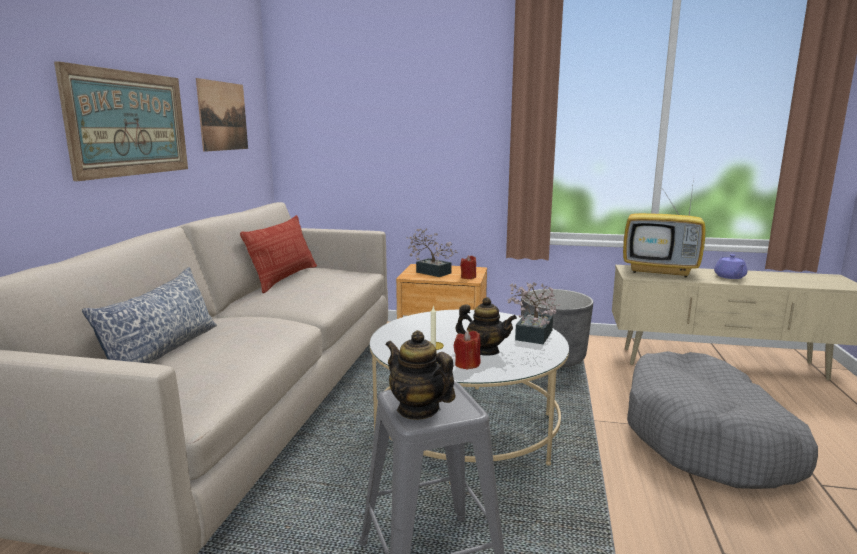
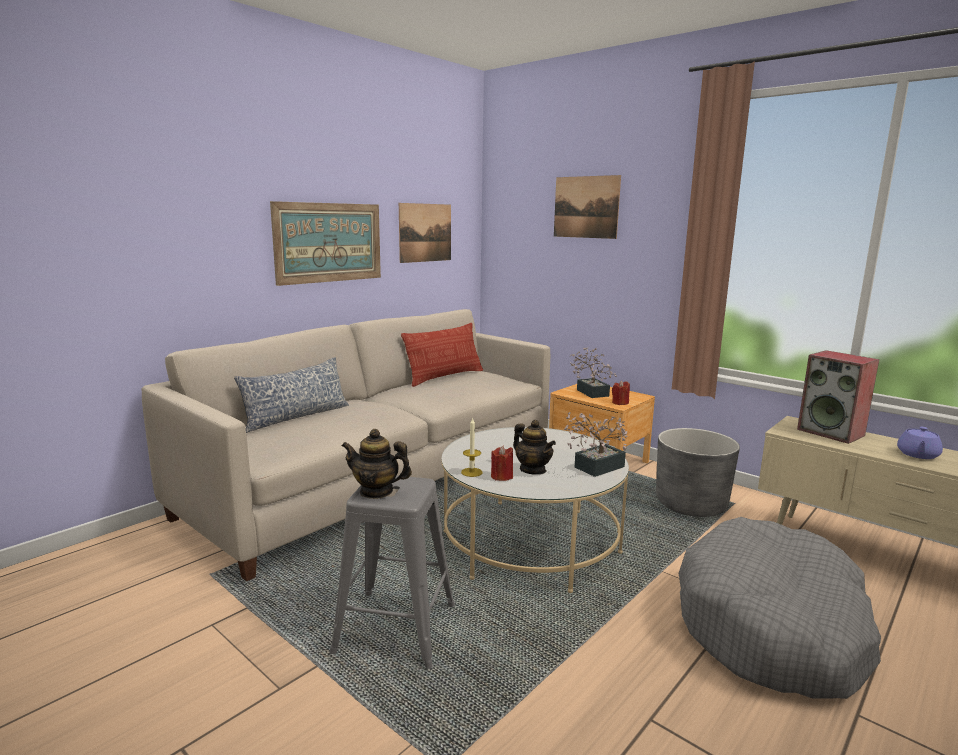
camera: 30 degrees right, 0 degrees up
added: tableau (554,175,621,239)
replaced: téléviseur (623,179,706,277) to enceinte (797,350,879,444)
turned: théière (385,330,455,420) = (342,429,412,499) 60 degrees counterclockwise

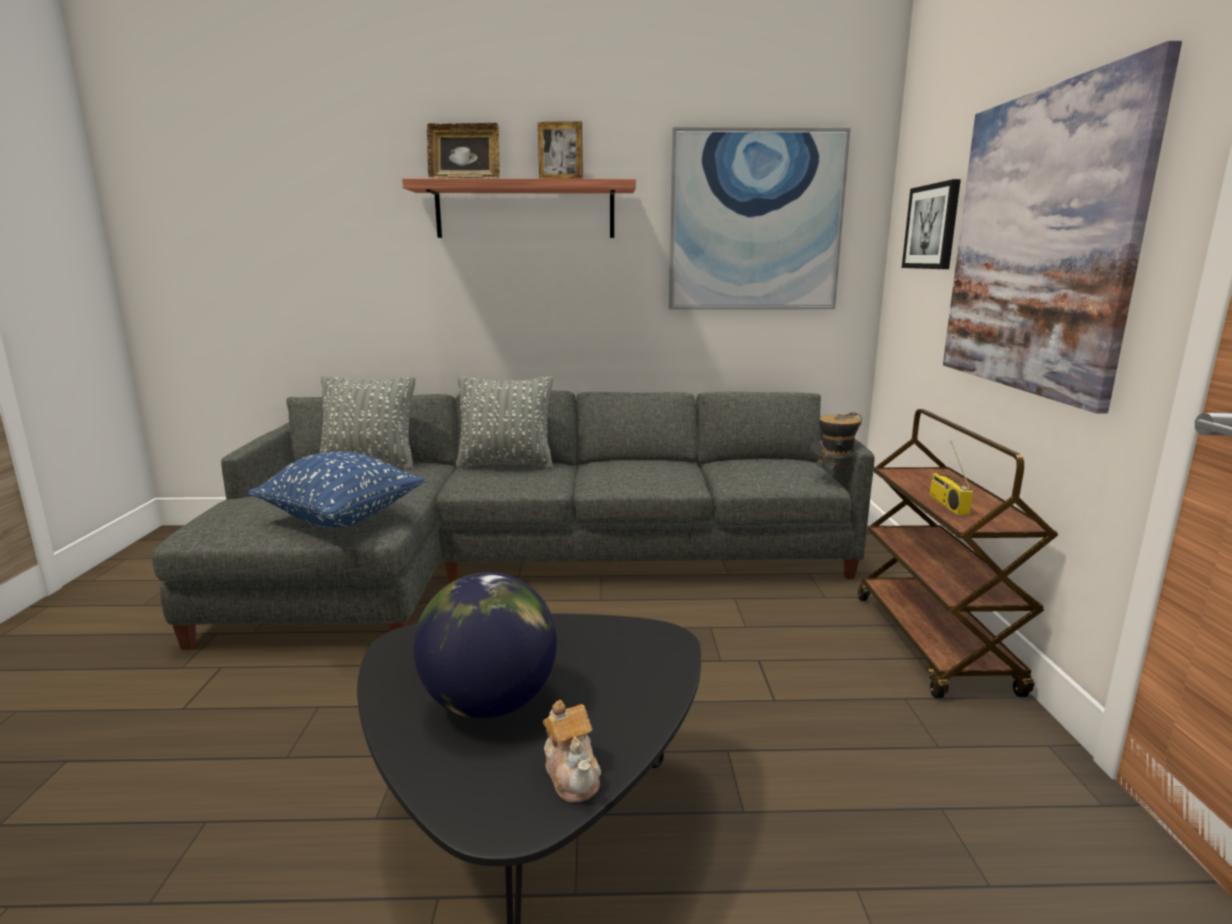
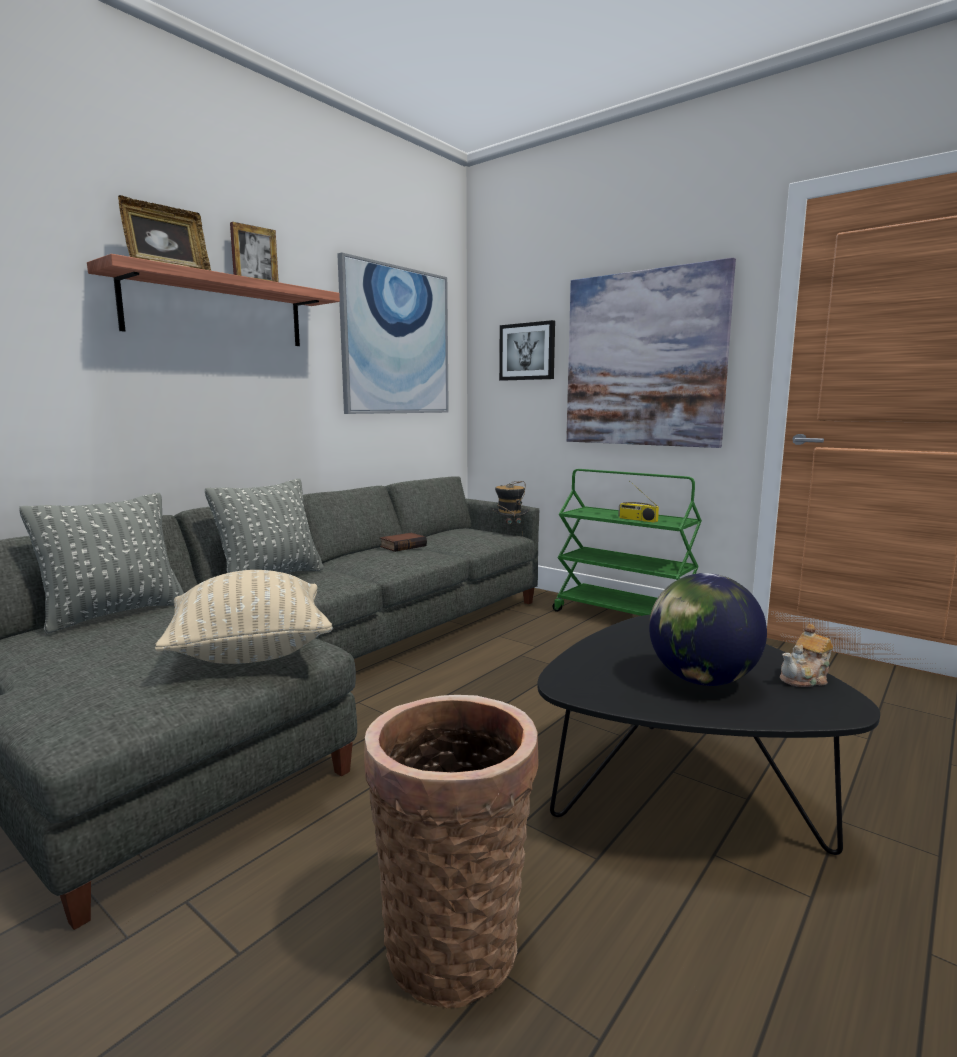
camera: 50 degrees left, 5 degrees down
added: panier (364,695,538,1008); livre (380,533,427,552)
recoloured: coussin/bleu (248,451,425,528) to coussin/beige (155,570,333,664); chariot/marron (858,409,1058,698) to chariot/vert (553,469,702,616)
turned: théière (543,700,601,803) = (780,624,833,687) 135 degrees clockwise

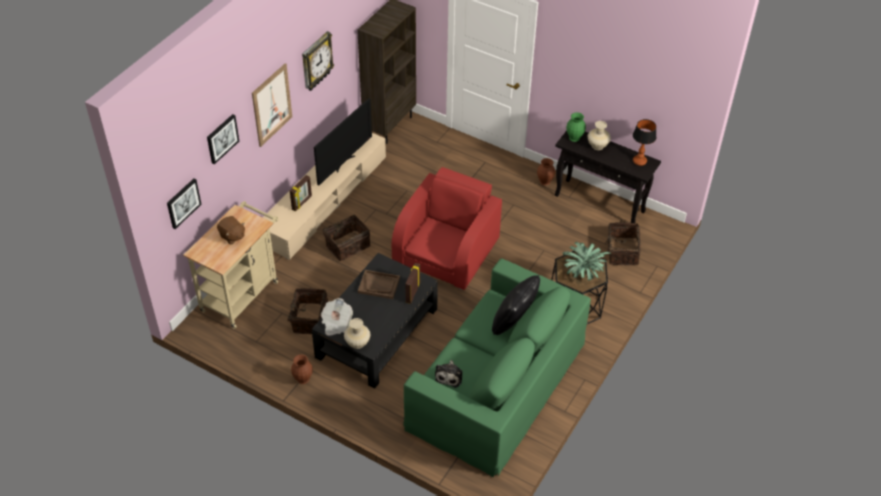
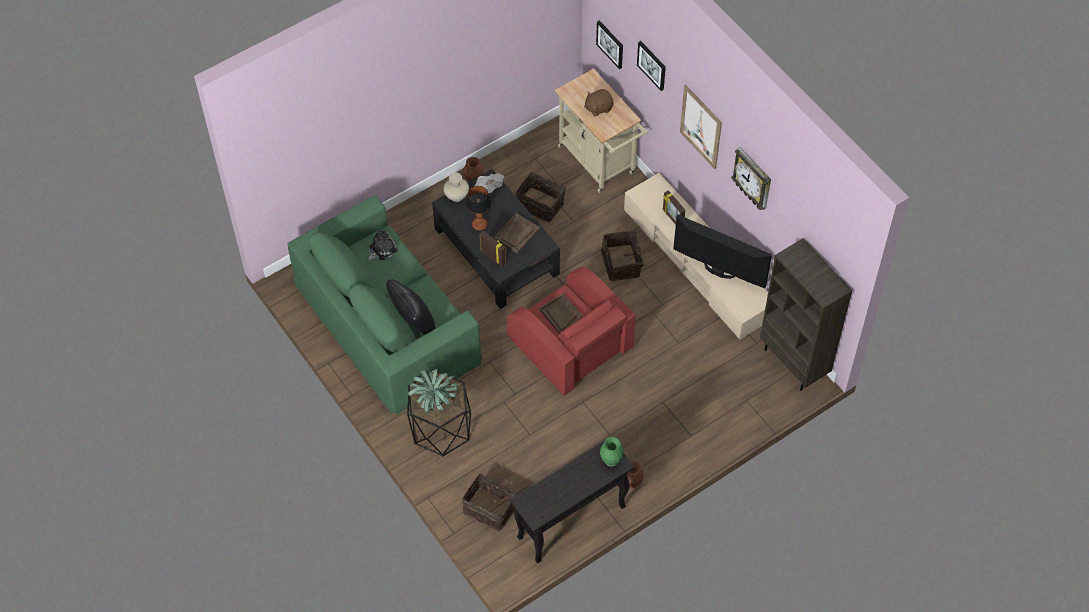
camera: 115 degrees right, 10 degrees up
removed: vase/beige (587,121,611,150)
added: plateau/marron (539,294,583,334)
moved: lampe de table (633,119,656,166) to (466,186,491,230)
turned: peluche (435,360,462,388) = (368,229,398,261) 105 degrees clockwise; téléviseur (314,98,372,186) = (673,215,772,288) 150 degrees clockwise

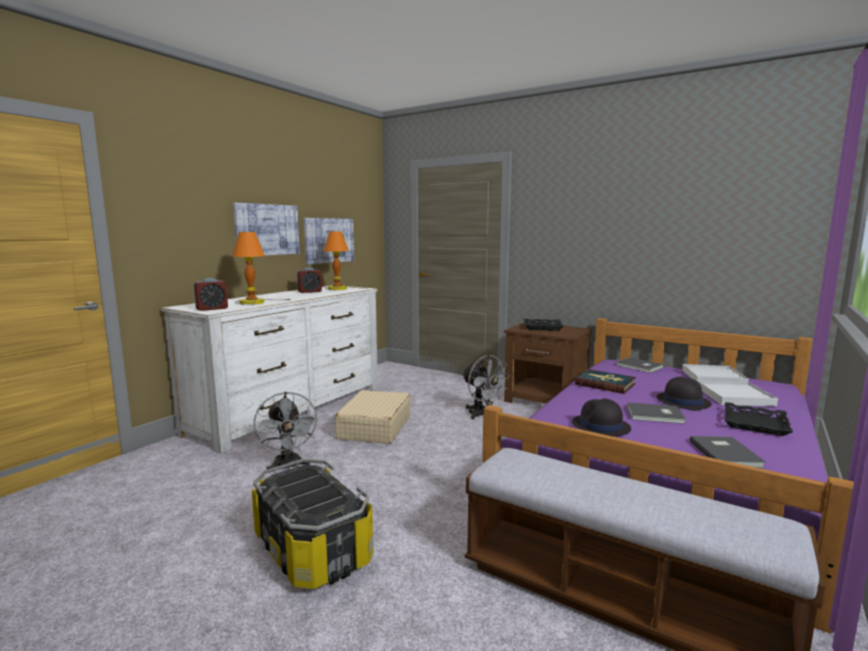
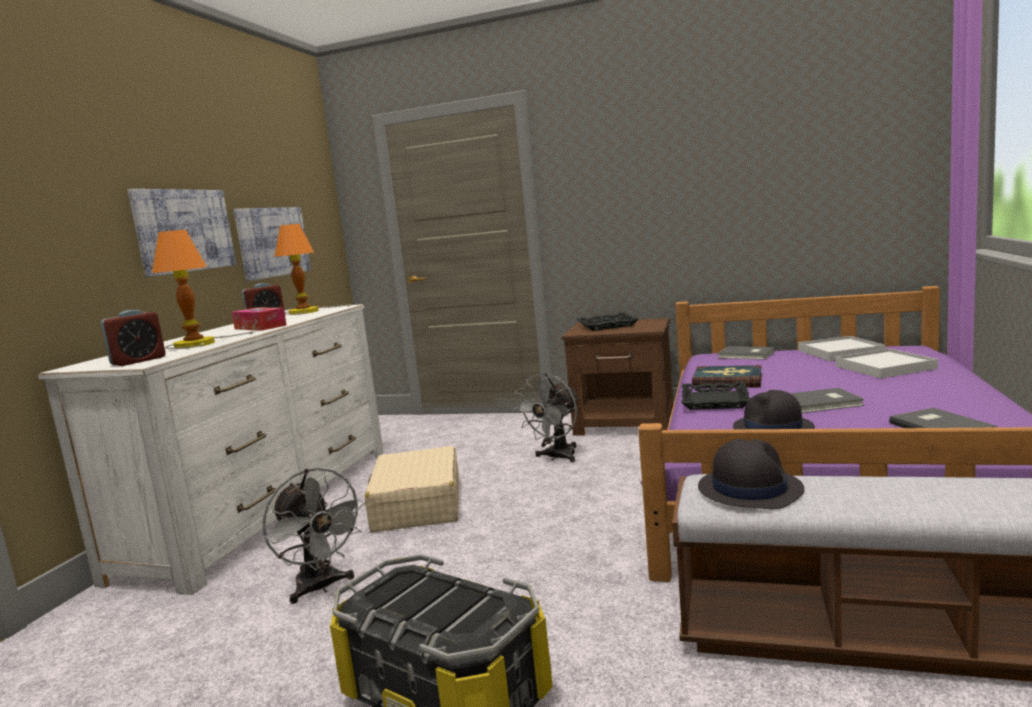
camera: 15 degrees left, 0 degrees up
added: boîte à mouchoirs (232,308,287,331)
moved: plateau/noir (725,402,793,436) to (681,381,750,410); chapeau/noir (656,377,712,411) to (698,439,805,509)
turned: ventilateur/gris (462,355,509,419) = (513,373,580,462) 90 degrees clockwise

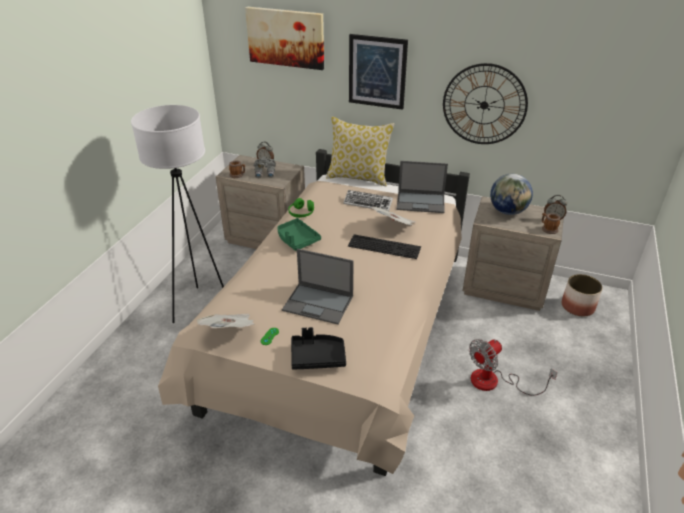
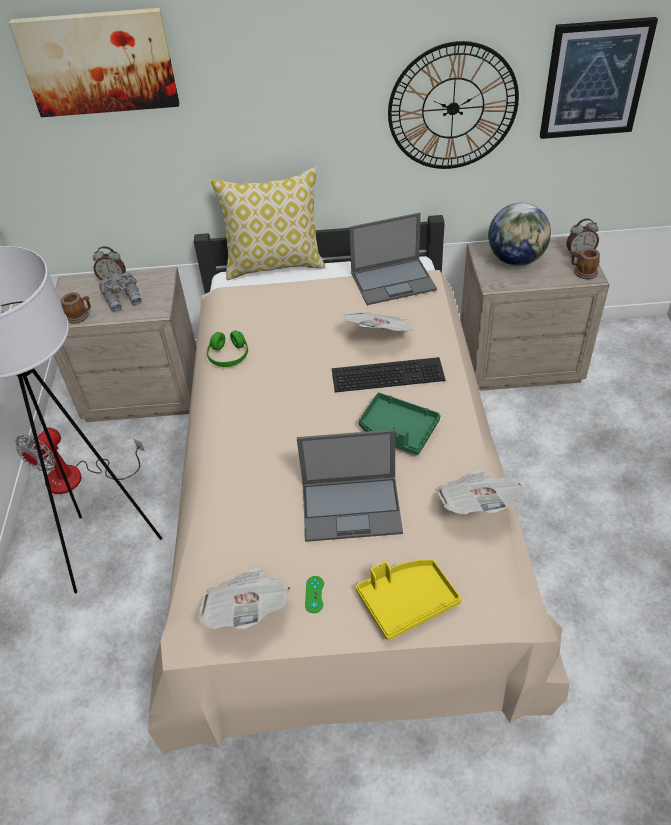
camera: 20 degrees left, 10 degrees up
removed: clavier (343,190,393,211); cache-pot (561,274,603,316)
added: journal (437,469,525,514)
moved: ventilateur (469,339,557,396) to (15,428,144,494); plateau/vert (277,218,321,251) to (359,392,440,455); tableau (349,34,408,110) to (540,17,658,139)
recoloured: plateau/noir (291,327,346,370) to plateau/jaune (356,559,461,641)

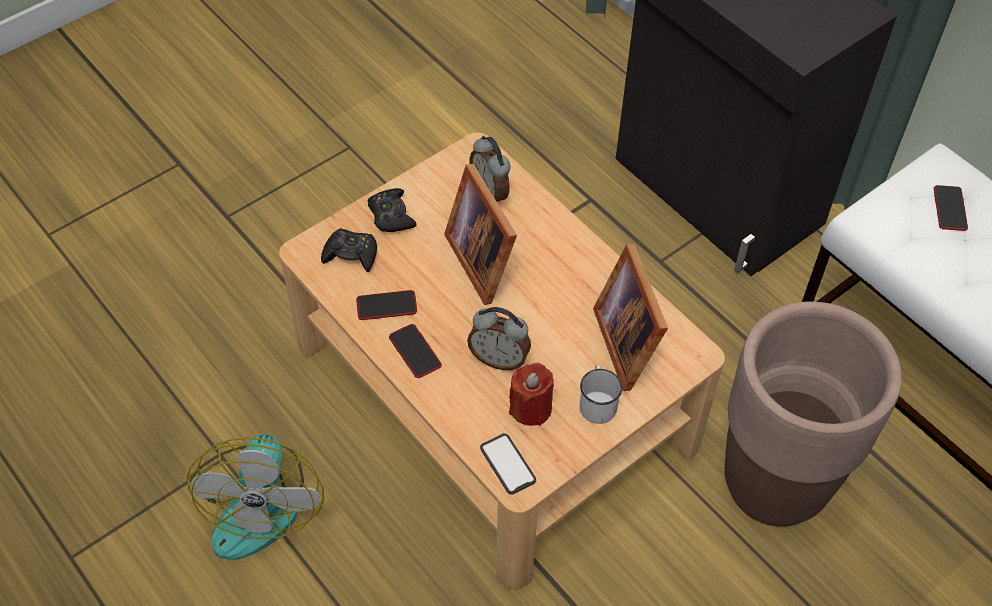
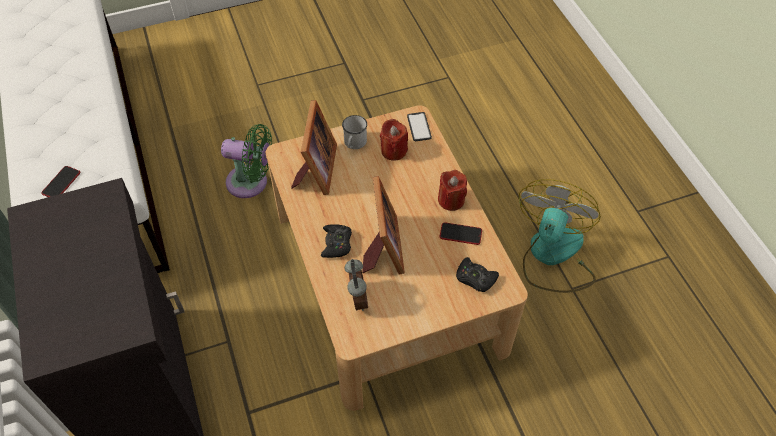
camera: 160 degrees left, 0 degrees up
removed: réveil (467,307,531,370)
moved: manette/noir (368,188,417,232) to (321,224,352,258)
replaced: cache-pot/marron (724,302,902,527) to ventilateur/vert (221,124,272,198); téléphone (389,324,442,378) to bougie/rouge (438,170,467,211)

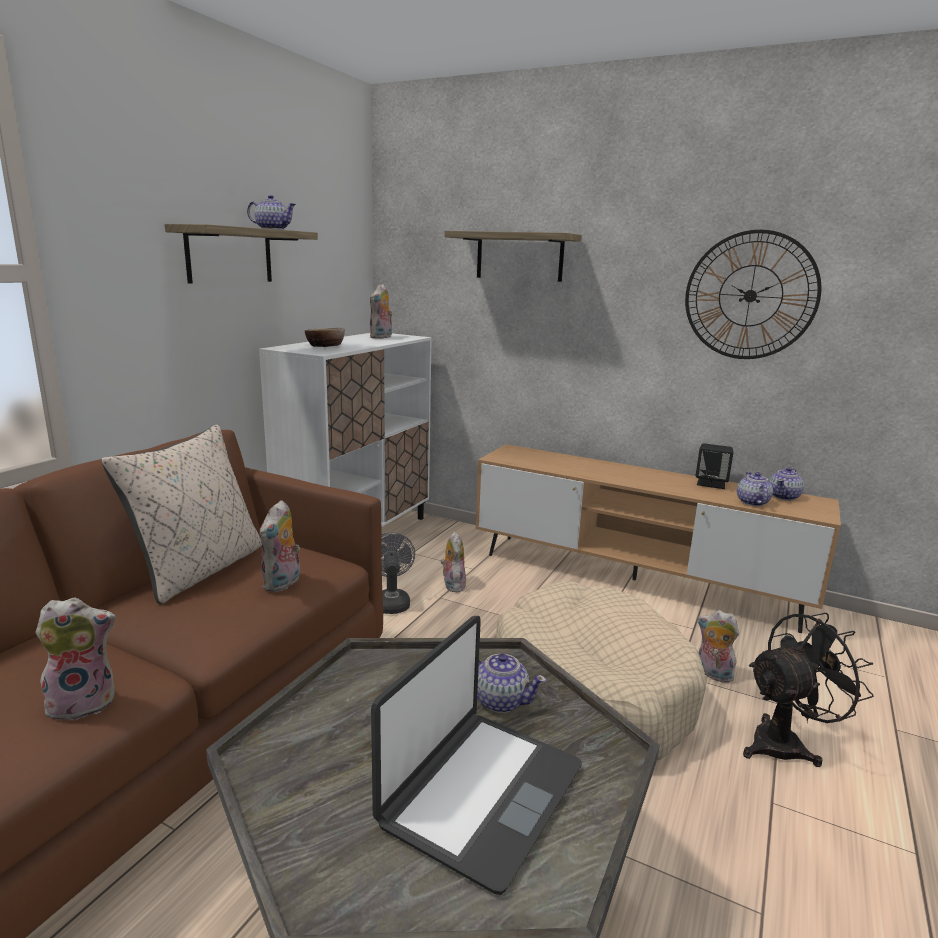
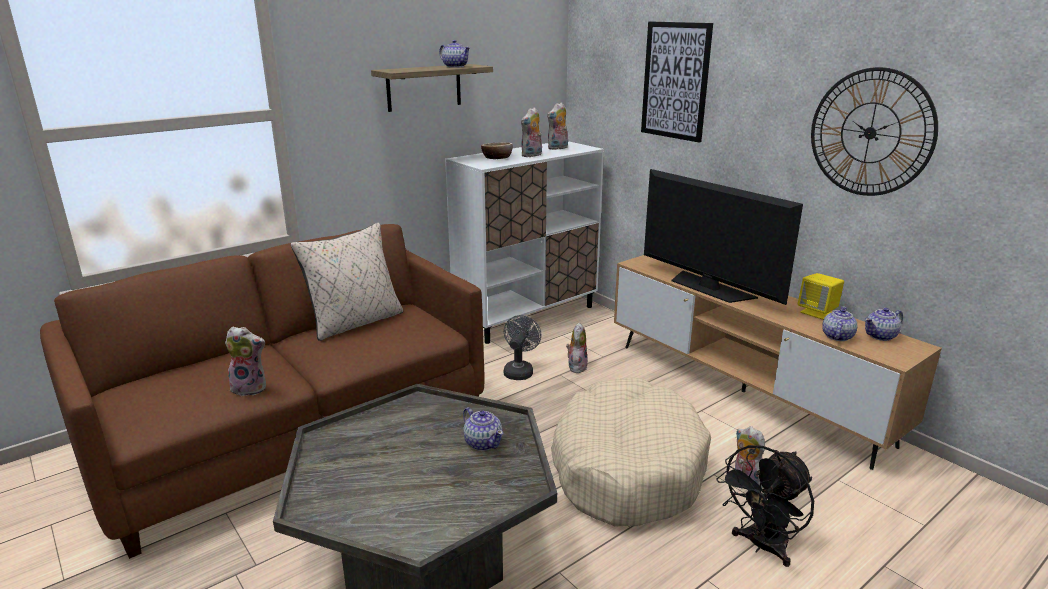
camera: 25 degrees right, 5 degrees up
removed: ordinateur portable (371,616,581,895)
added: téléviseur (644,169,803,305)
moved: peluche (259,500,300,592) to (521,107,542,157)
replaced: étagère (445,231,581,282) to tableau (641,21,713,143)
recoloured: enceinte/noir (695,443,733,489) to enceinte/jaune (798,273,844,320)
turned: ventilateur/noir (743,613,874,767) = (716,445,814,567) 135 degrees clockwise

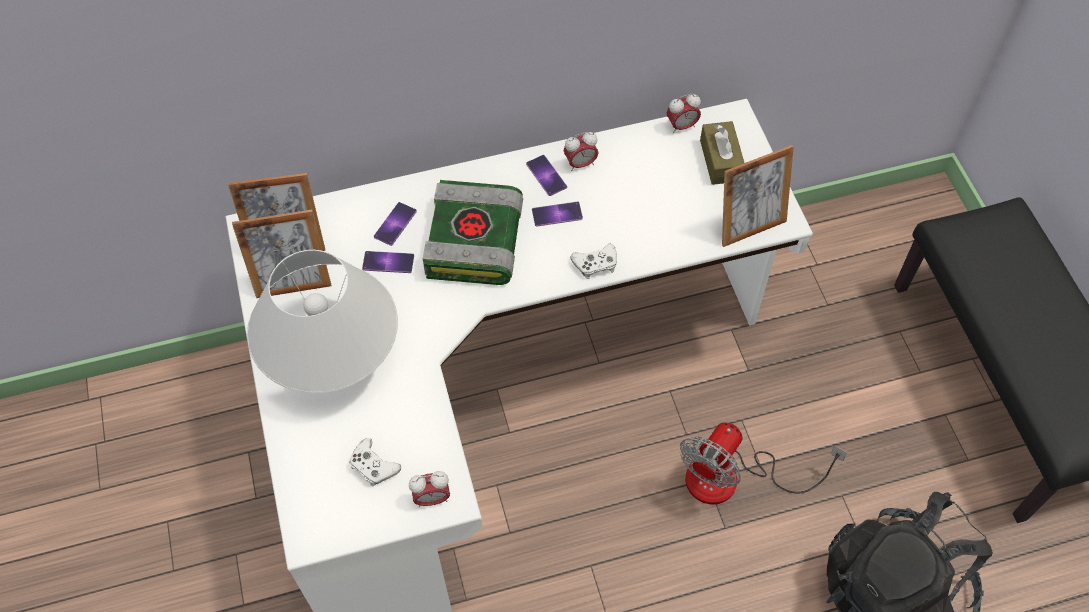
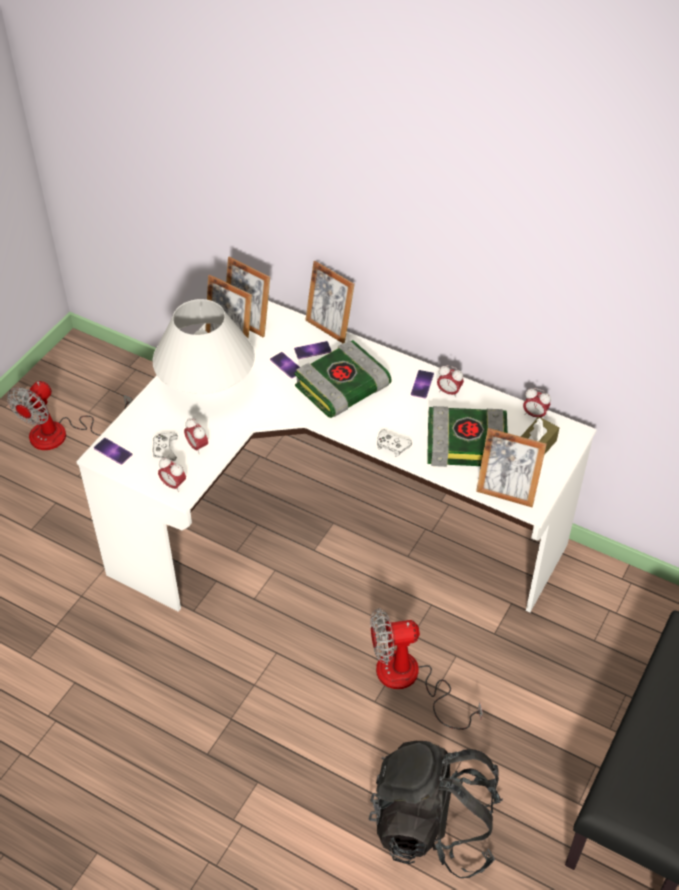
camera: 45 degrees right, 10 degrees down
added: ventilateur (7,381,132,450); réveil (184,418,208,453); cadre photo (305,261,355,343); livre (427,406,508,467)
moved: téléphone (532,201,583,227) to (94,438,132,465)

